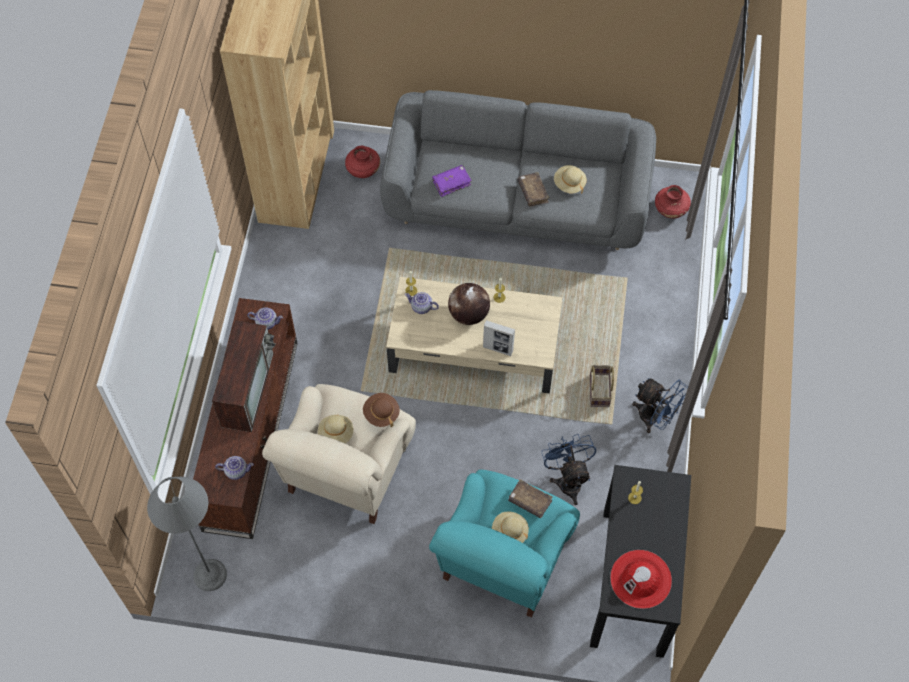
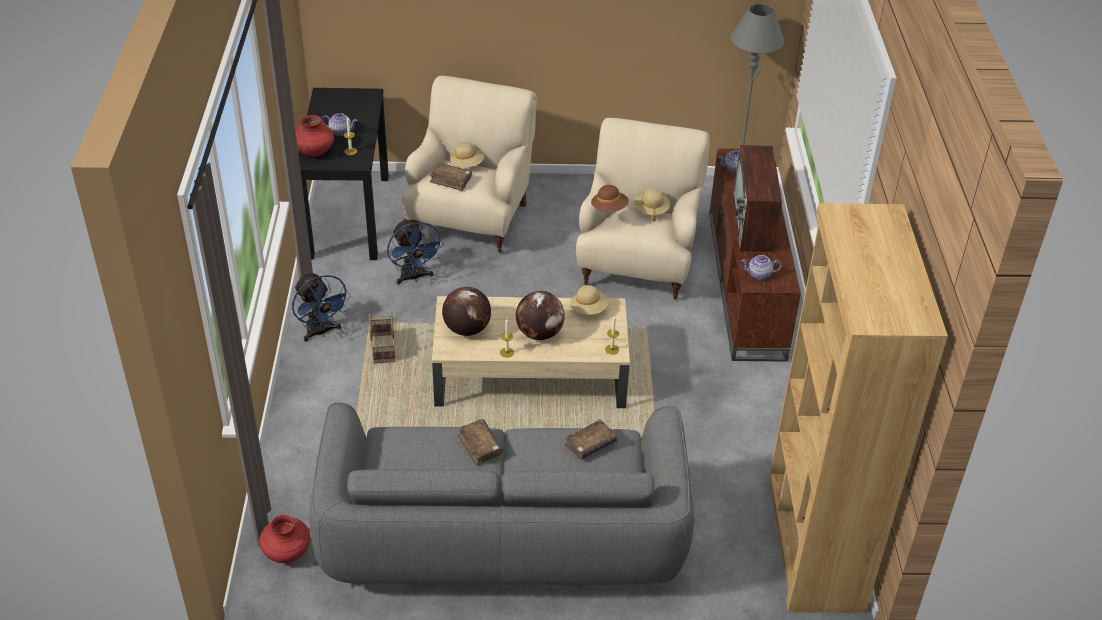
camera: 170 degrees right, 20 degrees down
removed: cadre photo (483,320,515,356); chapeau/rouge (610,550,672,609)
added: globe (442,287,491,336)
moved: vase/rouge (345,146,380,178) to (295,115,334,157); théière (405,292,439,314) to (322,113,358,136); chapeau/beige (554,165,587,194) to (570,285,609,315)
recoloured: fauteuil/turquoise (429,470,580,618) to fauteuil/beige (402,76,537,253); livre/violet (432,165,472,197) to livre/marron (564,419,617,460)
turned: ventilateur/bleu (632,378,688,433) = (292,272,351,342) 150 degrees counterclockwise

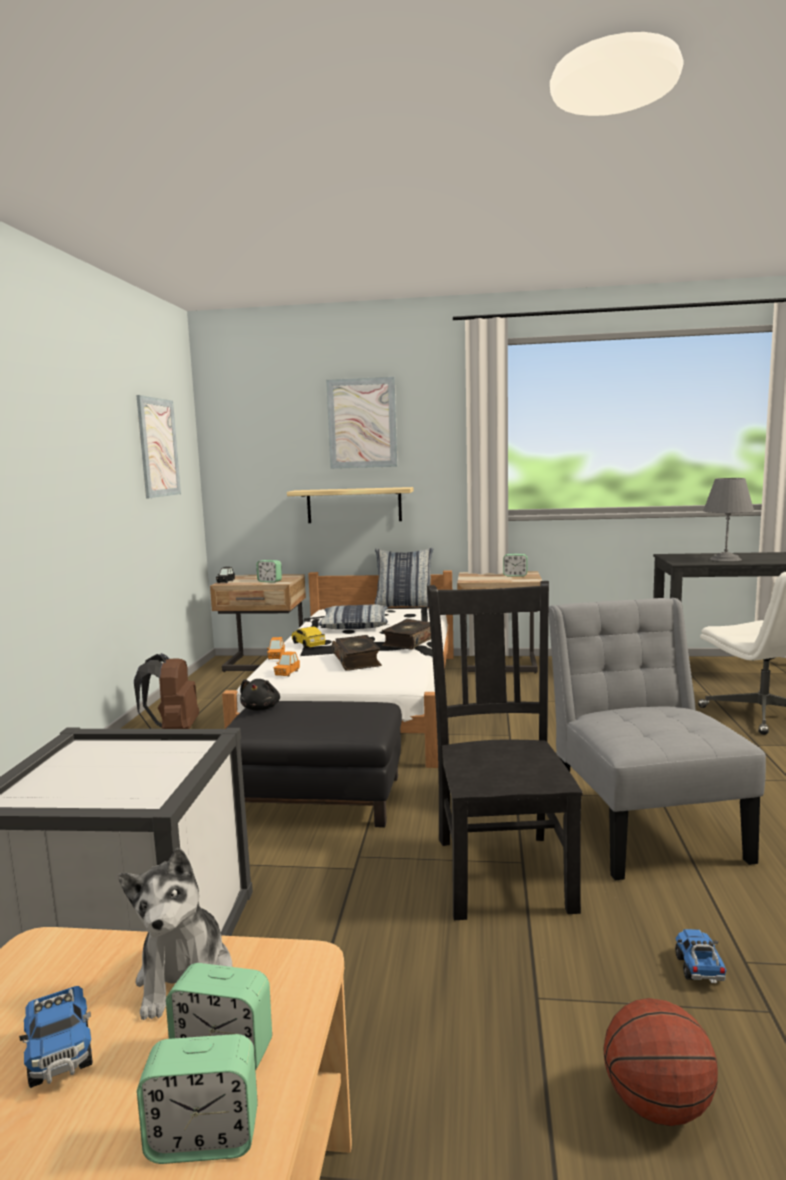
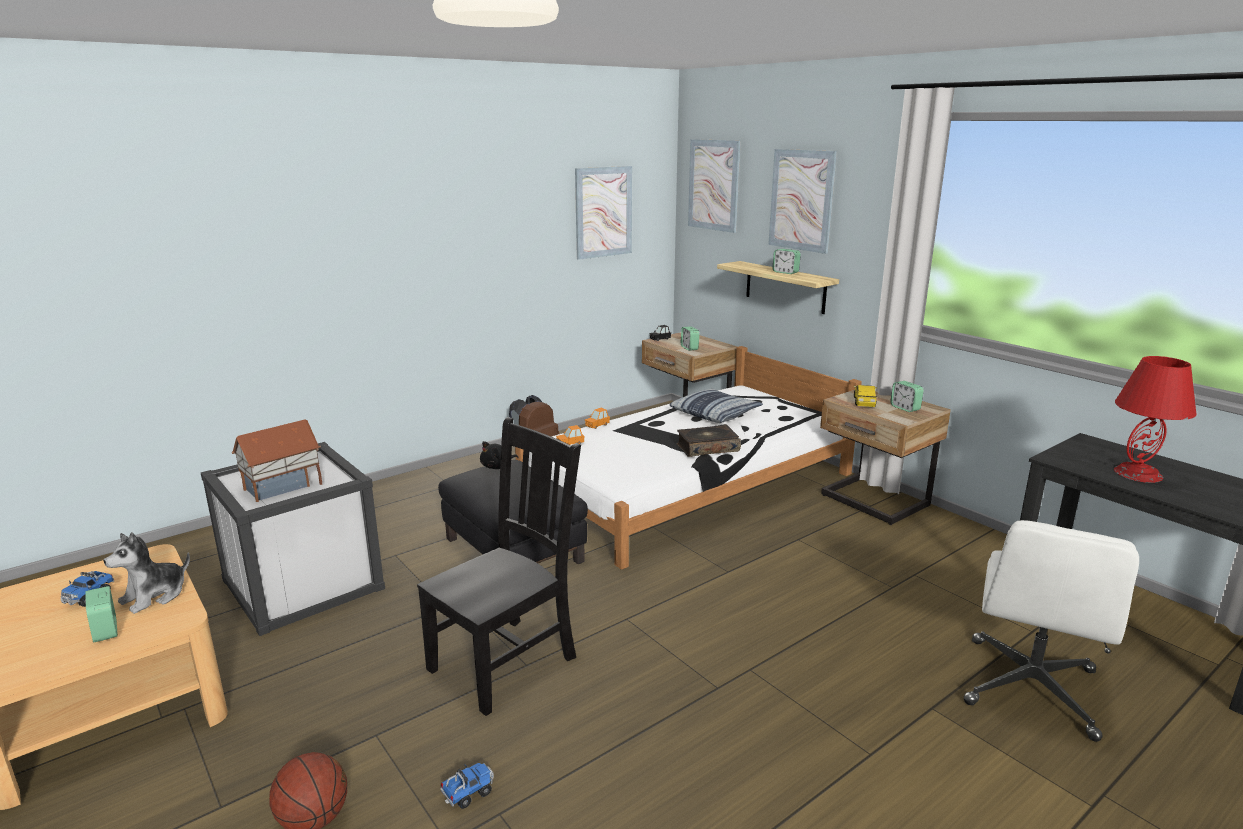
camera: 45 degrees right, 10 degrees up
removed: livre (332,635,382,671); coussin (375,548,433,607); chaise/gris (549,598,766,880)
added: maison miniature (232,420,322,502); tableau (688,139,741,233)
moved: réveil (137,1034,258,1164) to (772,249,801,274); petite voiture (291,626,325,648) to (854,385,877,407)
recoloured: lampe de table/gris (703,478,754,562) to lampe de table/rouge (1114,356,1197,483)

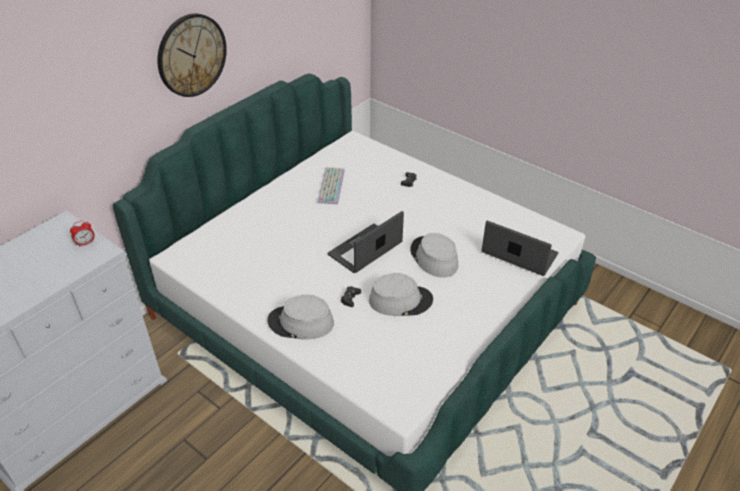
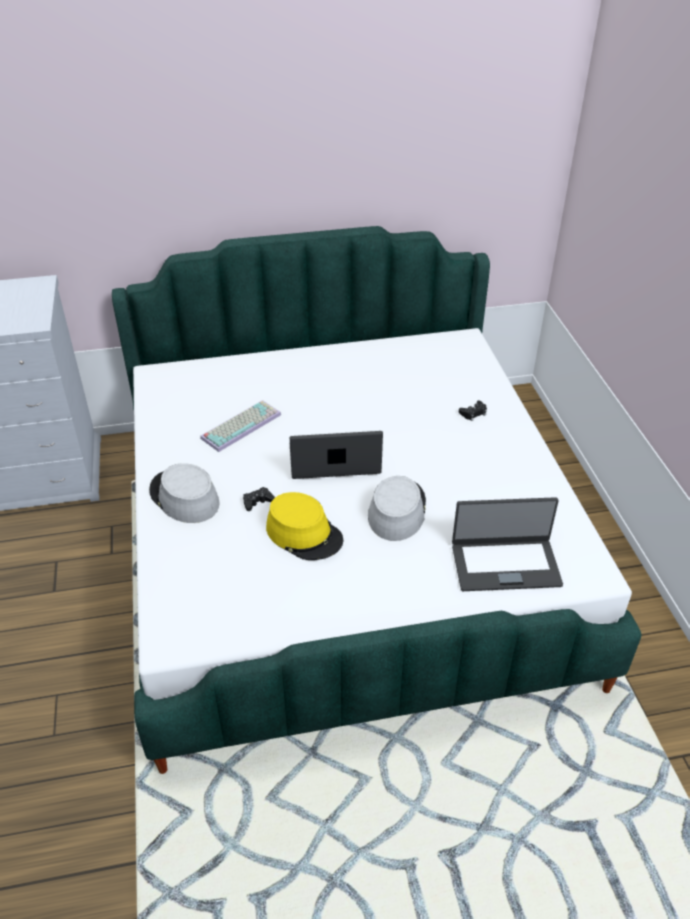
camera: 40 degrees right, 0 degrees up
removed: réveil (70,221,95,247); horloge murale (157,13,227,97)
moved: clavier (317,167,345,204) to (200,400,281,452)
recoloured: chapeau/gris (369,273,433,316) to chapeau/jaune (266,492,343,560)
turned: ordinateur portable (481,221,558,276) = (452,497,563,591) 105 degrees clockwise

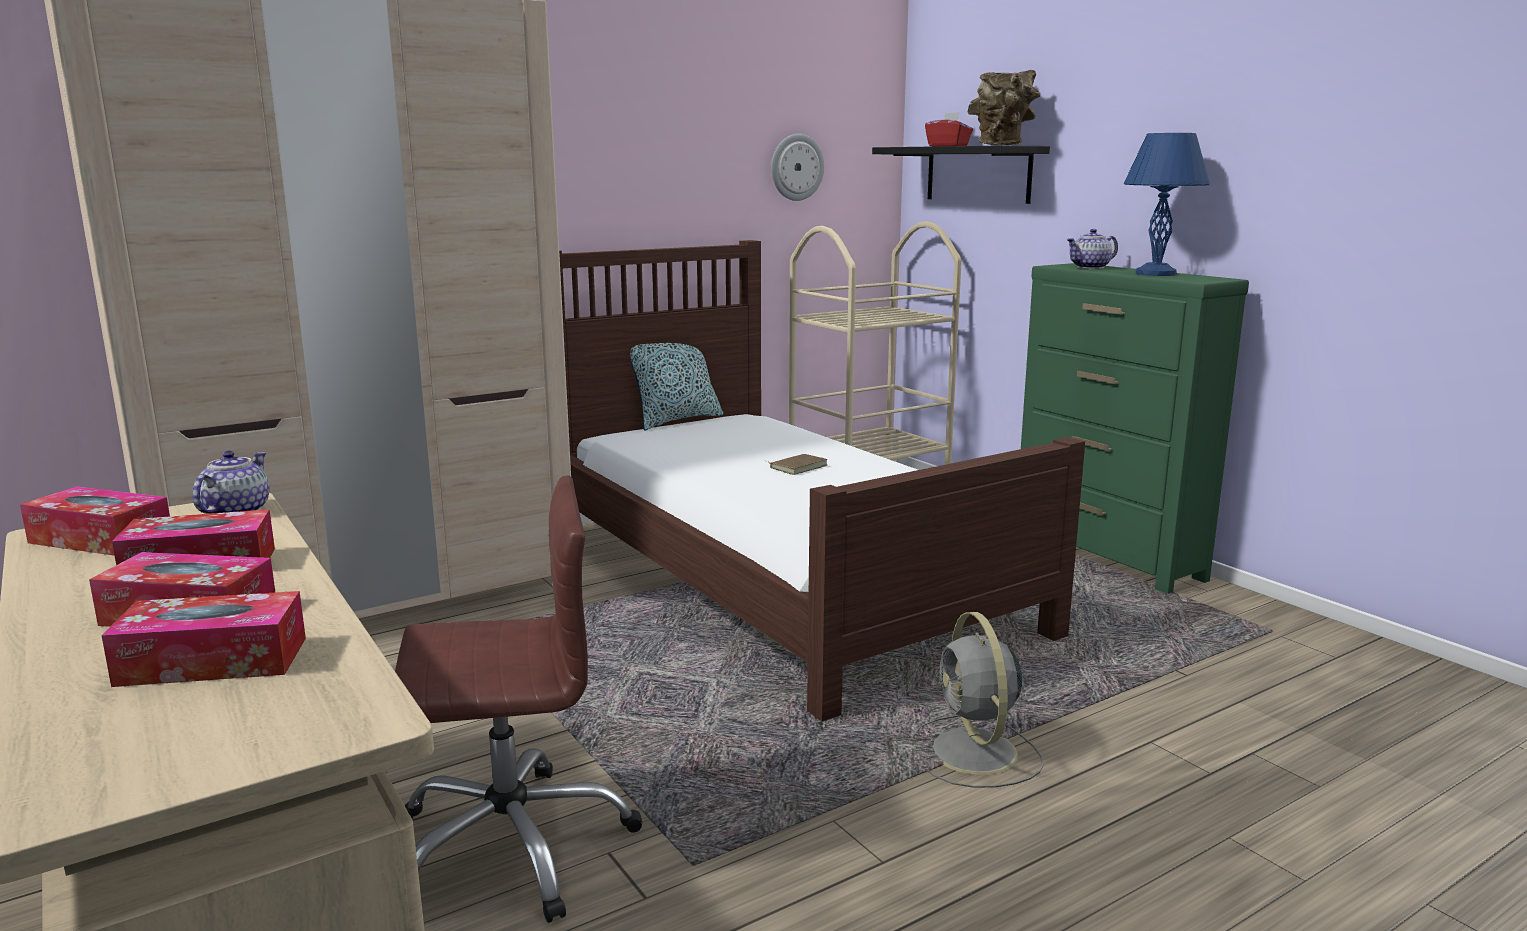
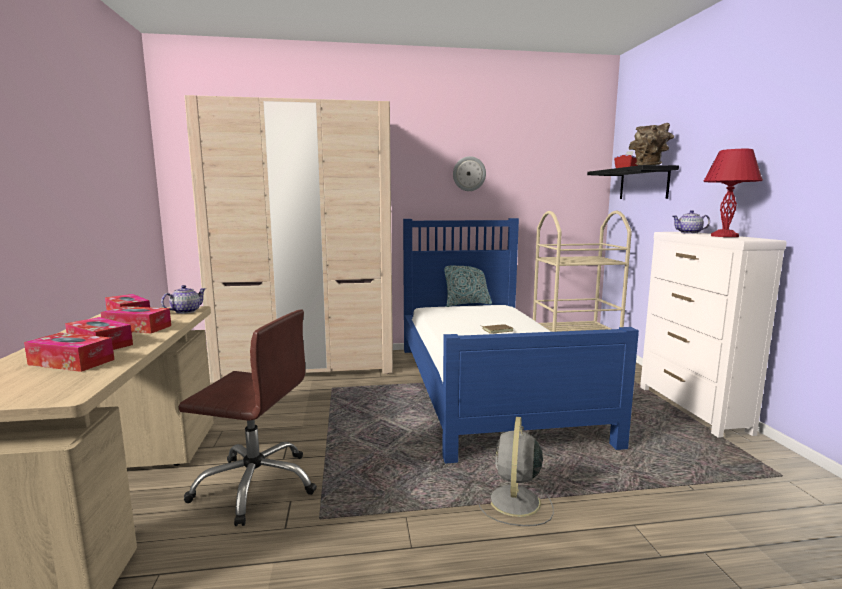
camera: 25 degrees right, 5 degrees down
moved: horloge murale (771,134,824,201) to (453,156,486,191)
recoloured: lit/marron (559,240,1085,722) to lit/bleu (403,218,639,464); commode/vert (1021,263,1249,594) to commode/blanc (640,232,787,438); lampe de table/bleu (1124,133,1210,276) to lampe de table/rouge (703,149,763,237)

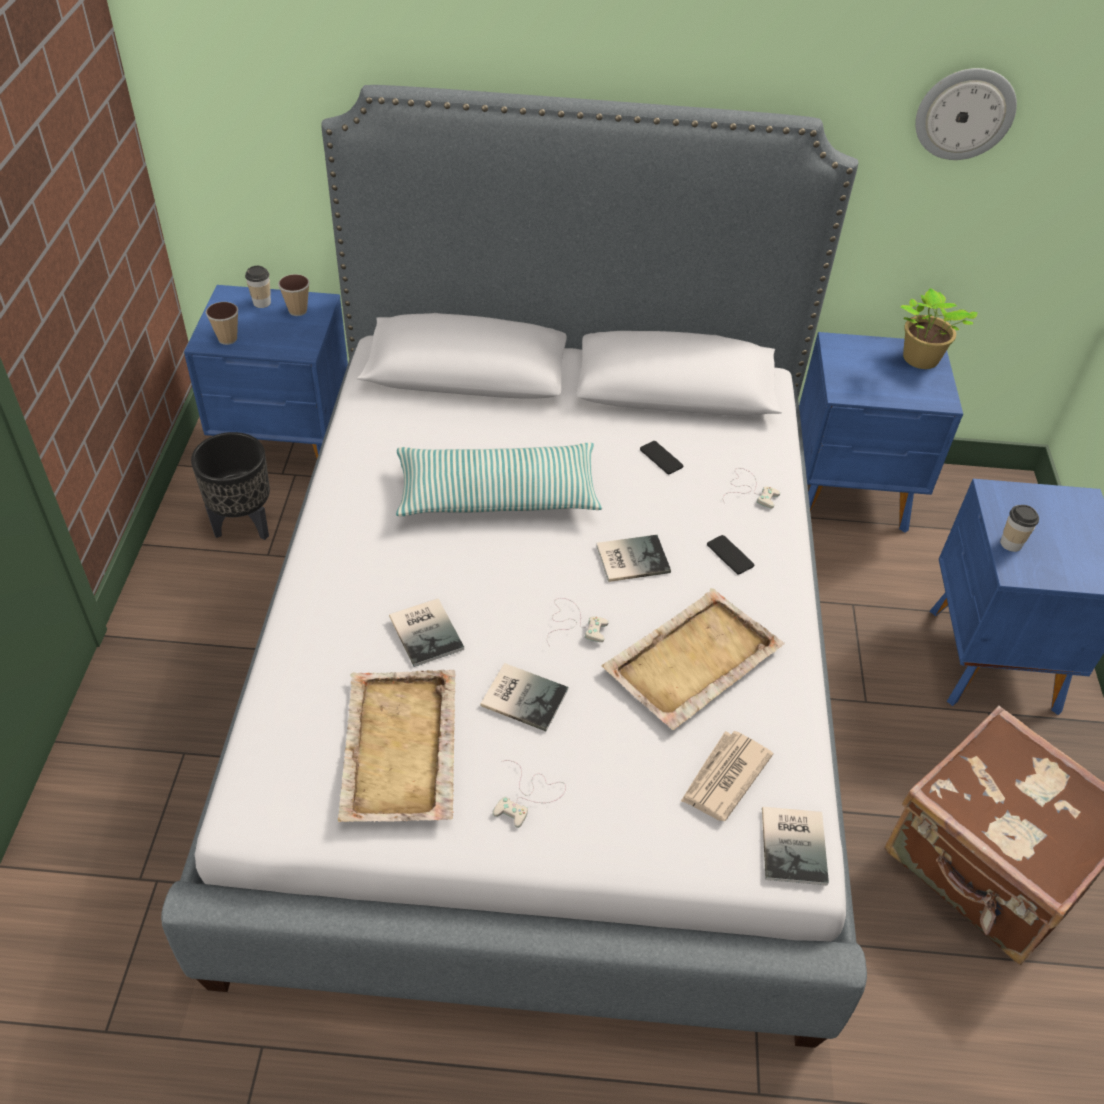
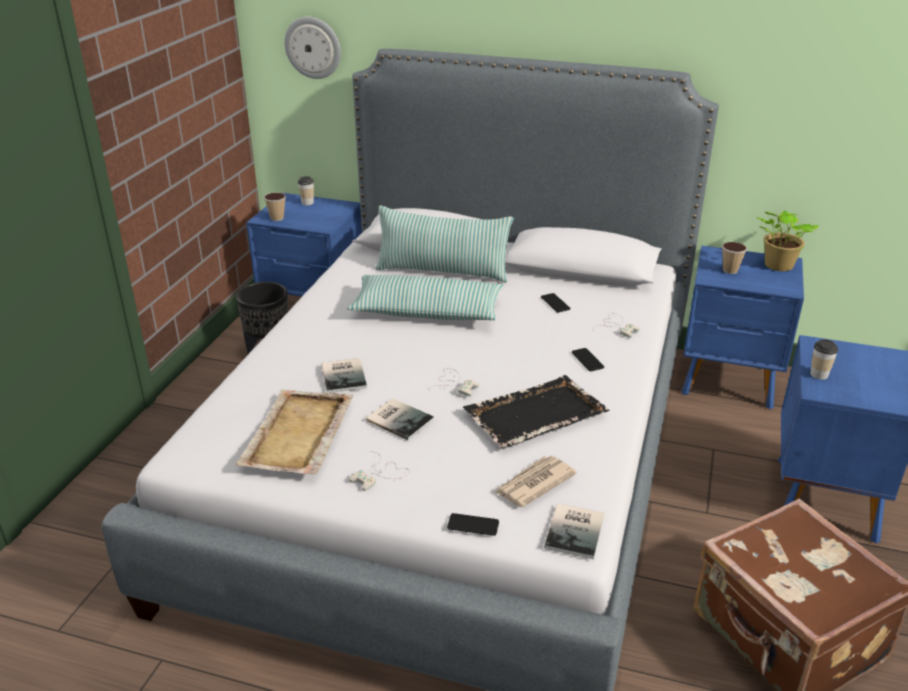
camera: 15 degrees right, 15 degrees down
removed: livre (596,535,671,582)
added: coussin (376,206,513,282); téléphone (447,513,499,536)
moved: horloge murale (915,68,1017,160) to (284,17,341,79); tasse (278,274,310,316) to (722,242,747,274)
recoloured: plateau/beige (601,588,785,730) to plateau/noir (463,375,609,448)

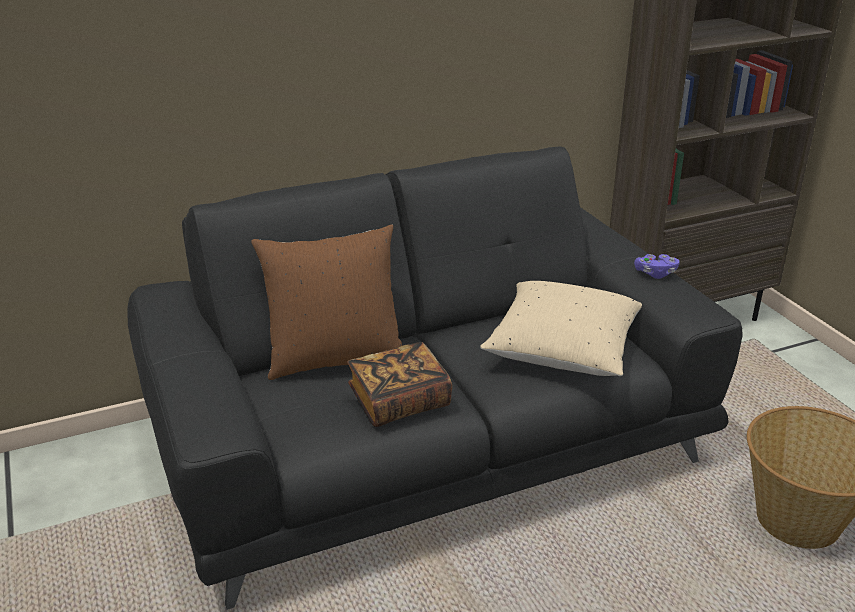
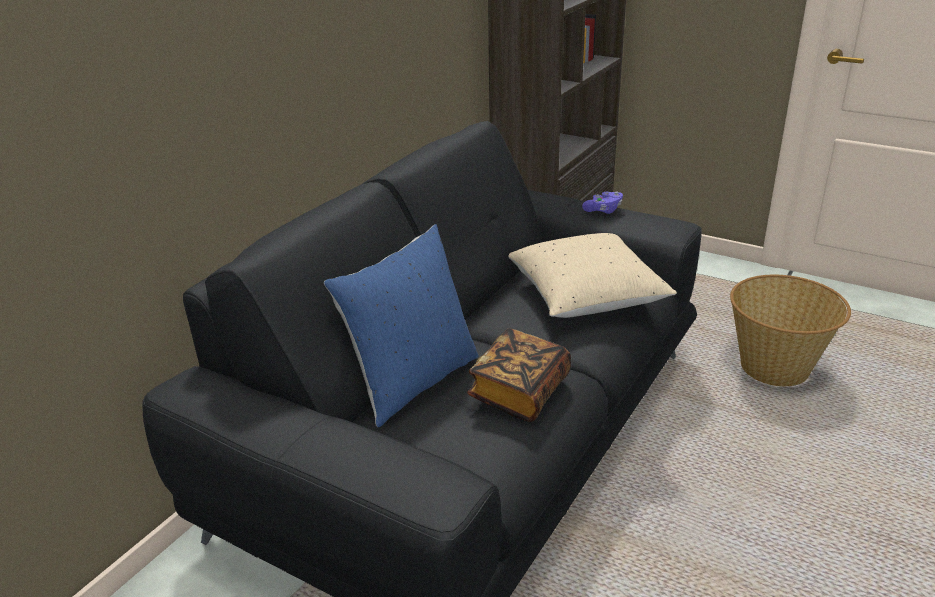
camera: 35 degrees left, 0 degrees up
recoloured: coussin/marron (251,225,402,380) to coussin/bleu (324,224,478,427)

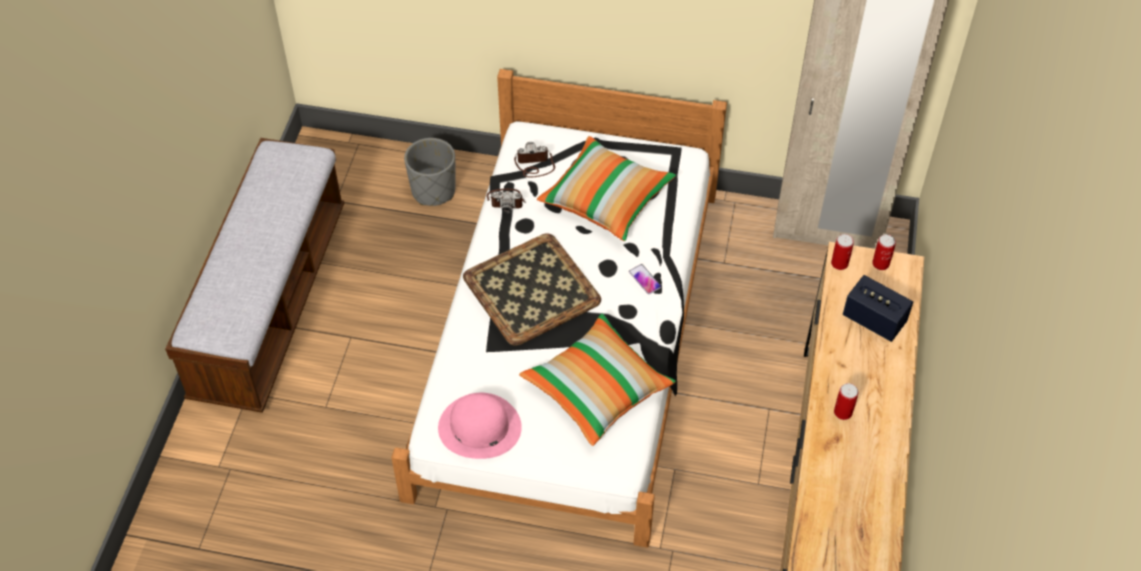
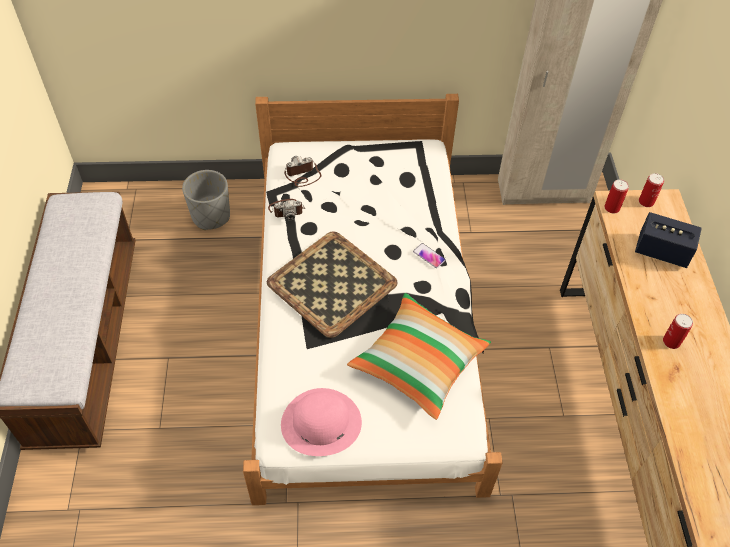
camera: 15 degrees left, 0 degrees up
removed: coussin (537,136,676,241)

